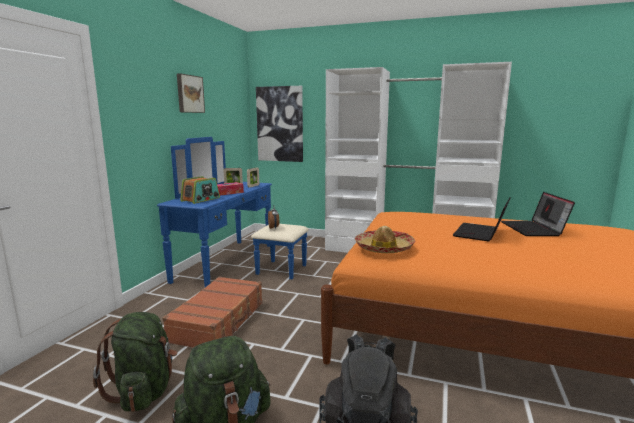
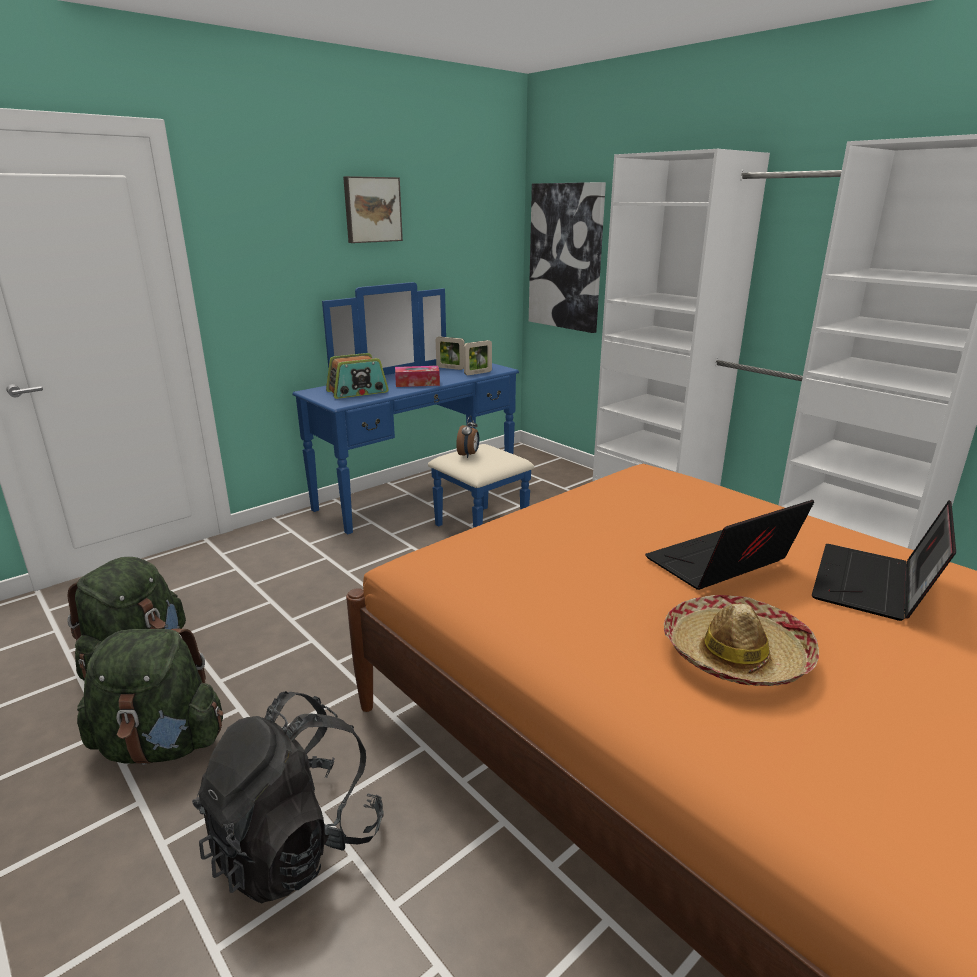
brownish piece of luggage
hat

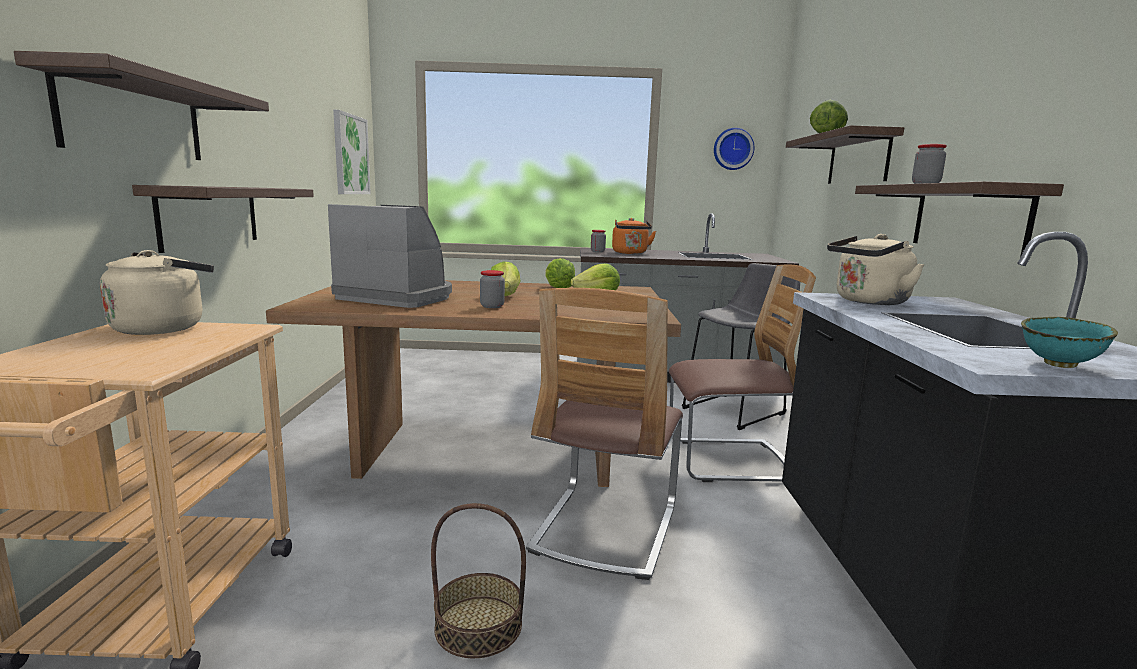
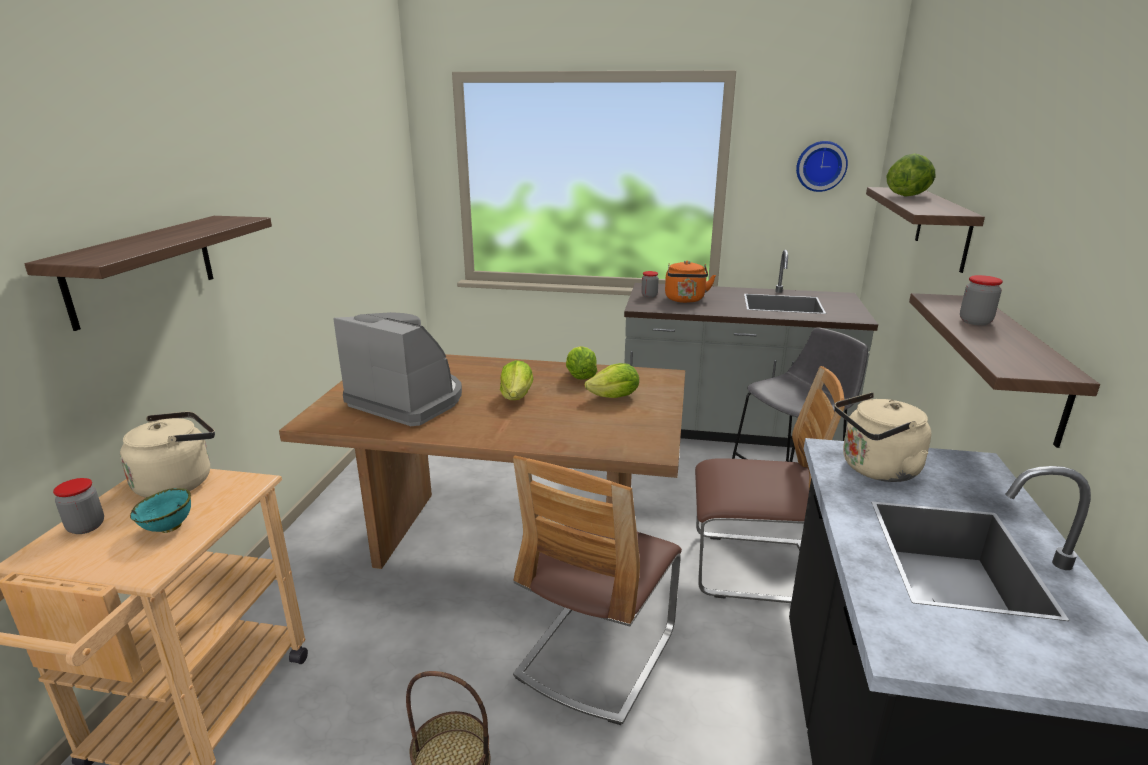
wall shelf (no. 2 from left in the first image)
wall picture
storage jar (no. 1 from left)
blue-green bowl

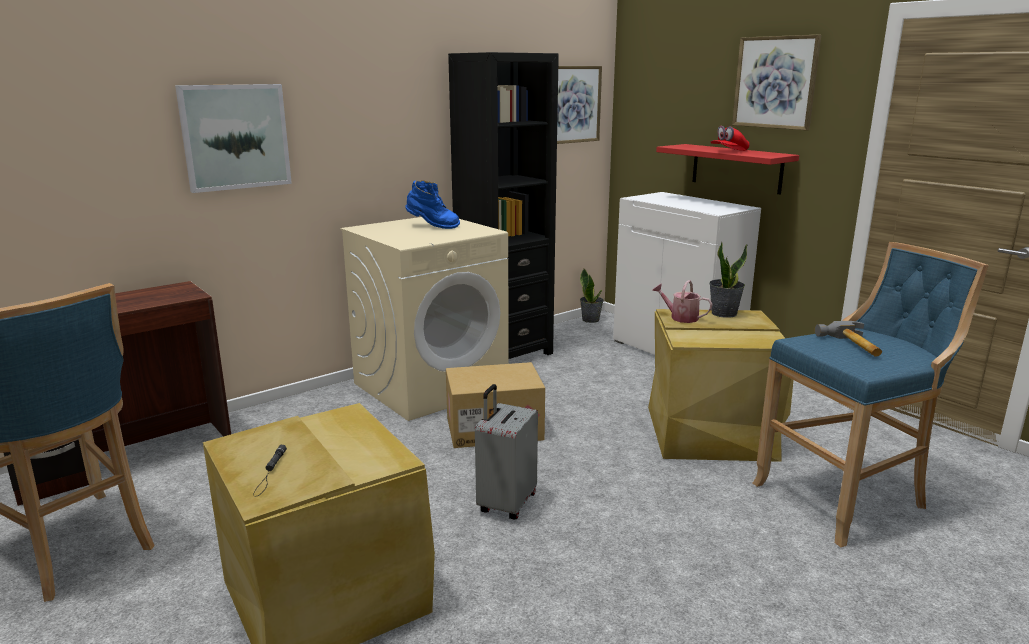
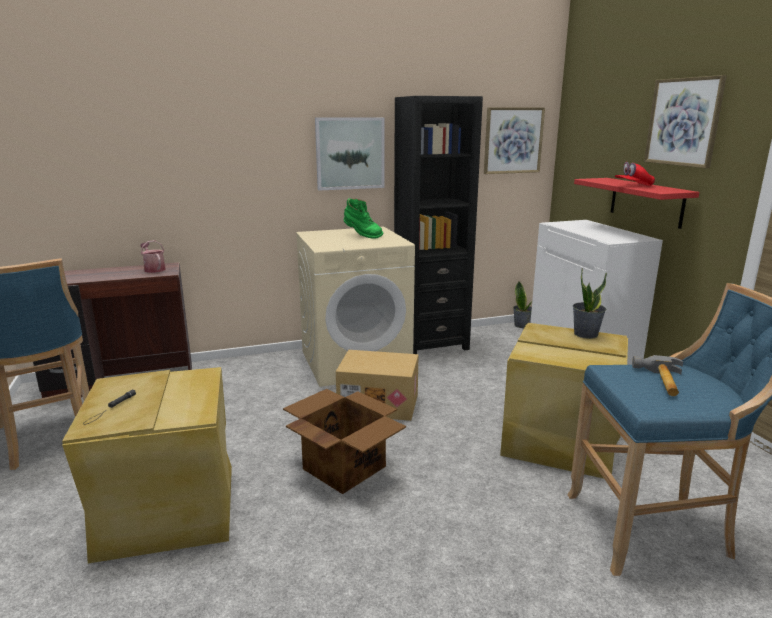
wall picture (no. 1 from left)
greenish tall boot
packing box (no. 1 from left)
watering pot

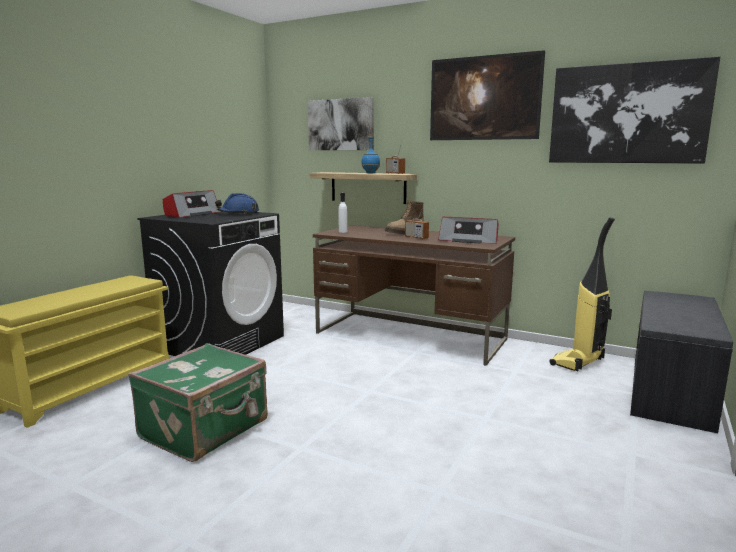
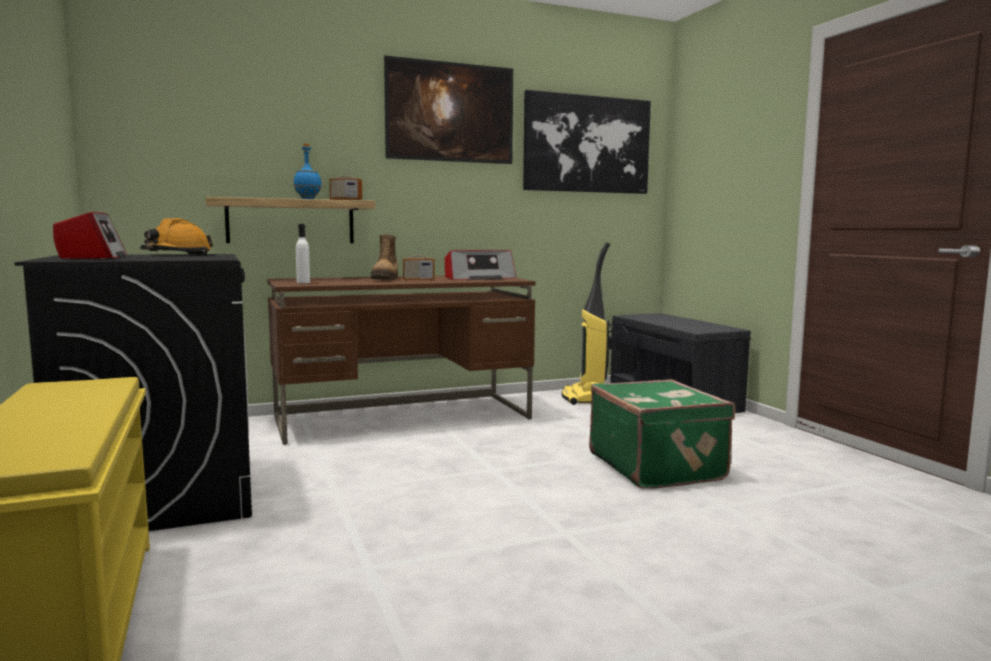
greenish piece of luggage
orange hard hat
wall picture (no. 1 from left in the first image)

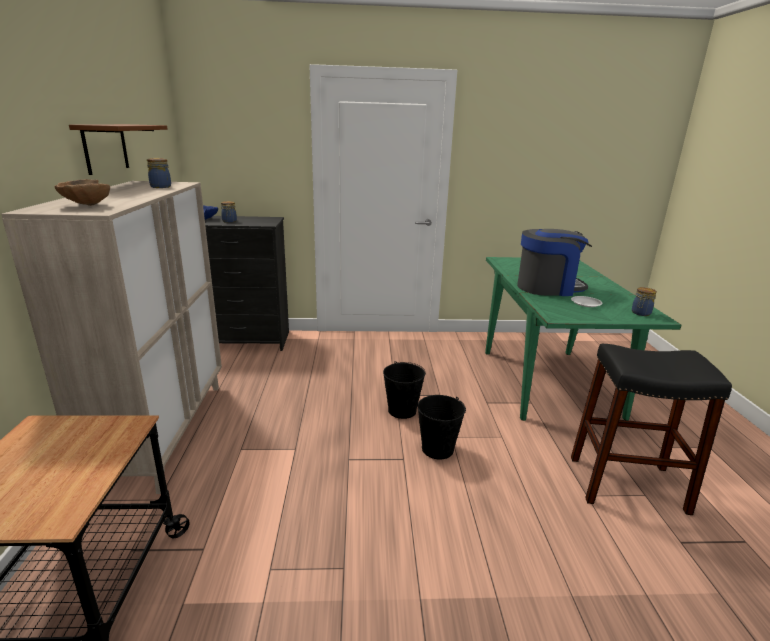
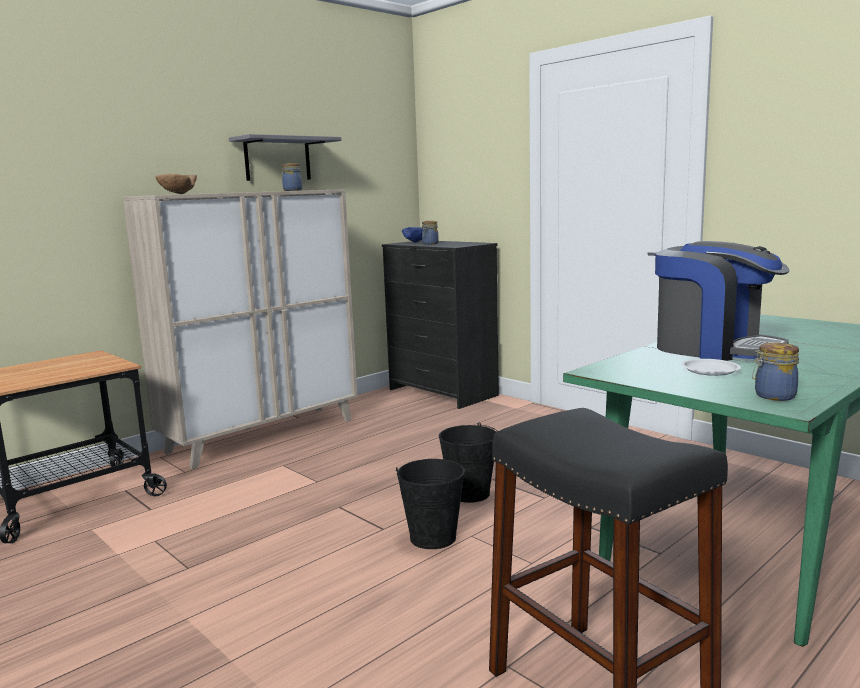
grey wall shelf

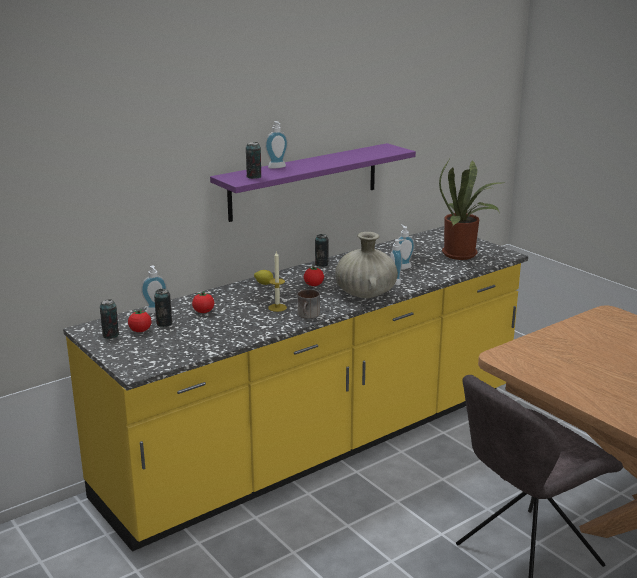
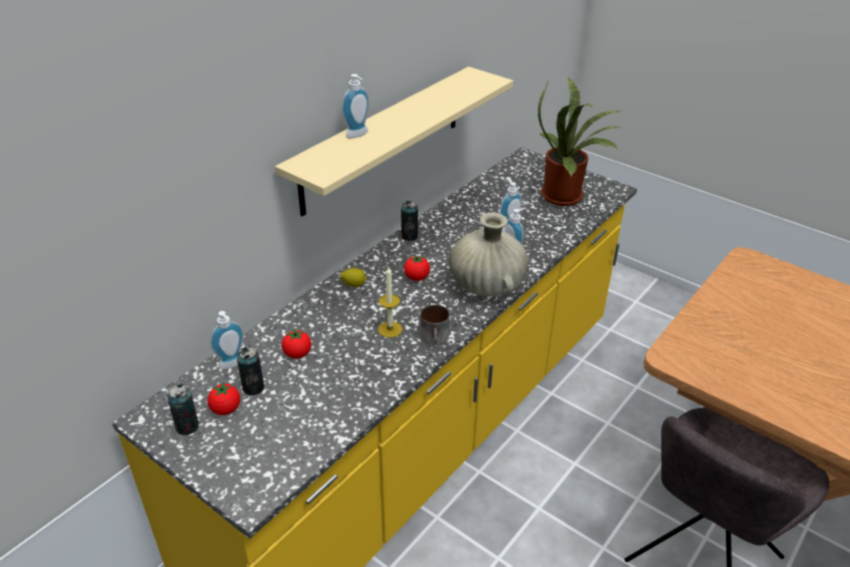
sand-coloured wall shelf
can (no. 3 from left in the first image)

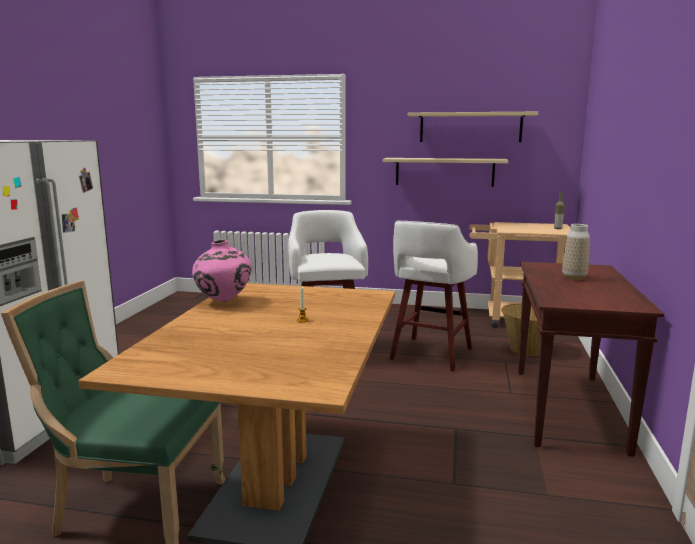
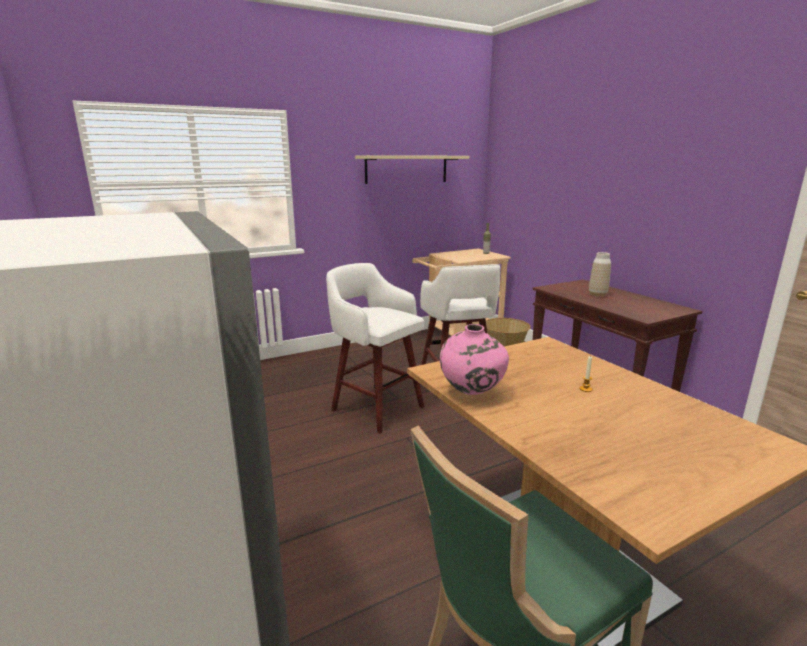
sand-coloured wall shelf (no. 1 from left in the first image)

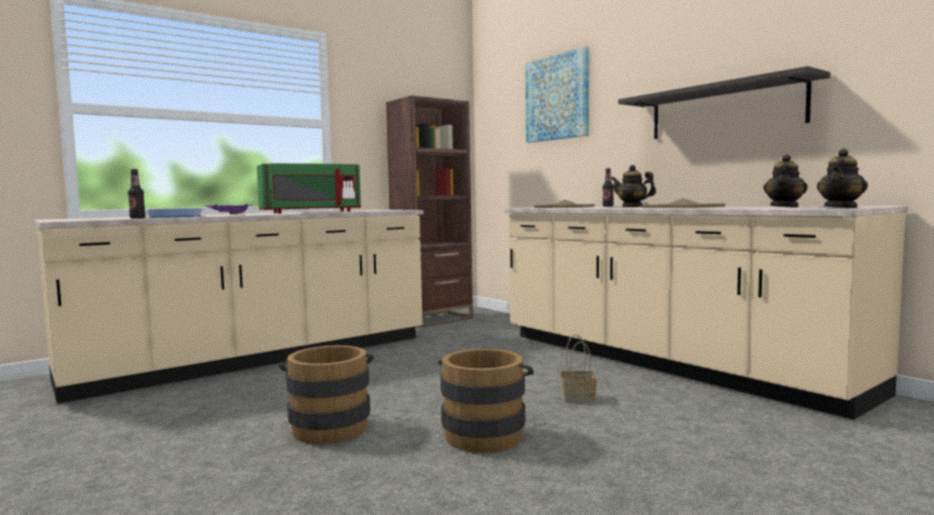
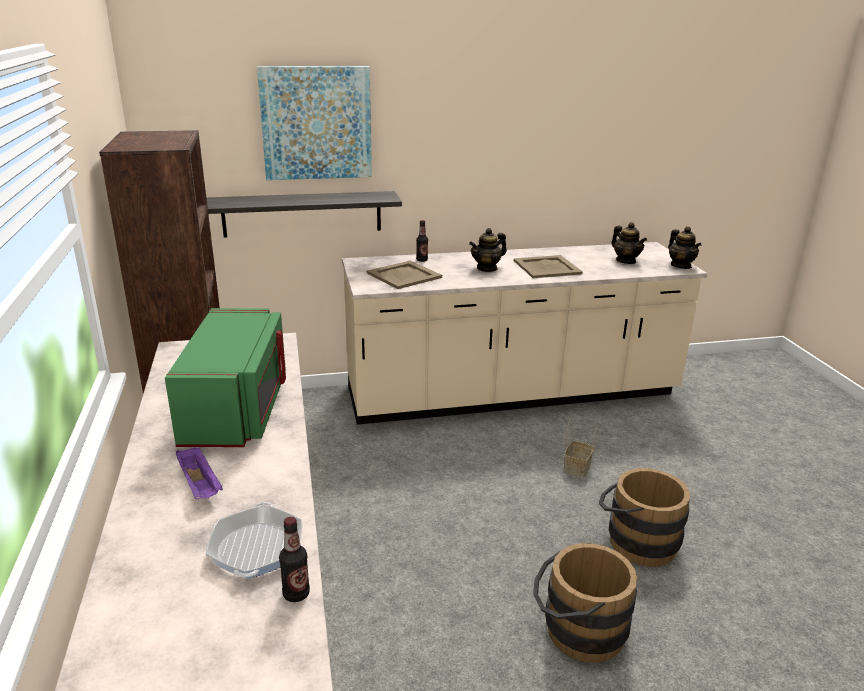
wall shelf

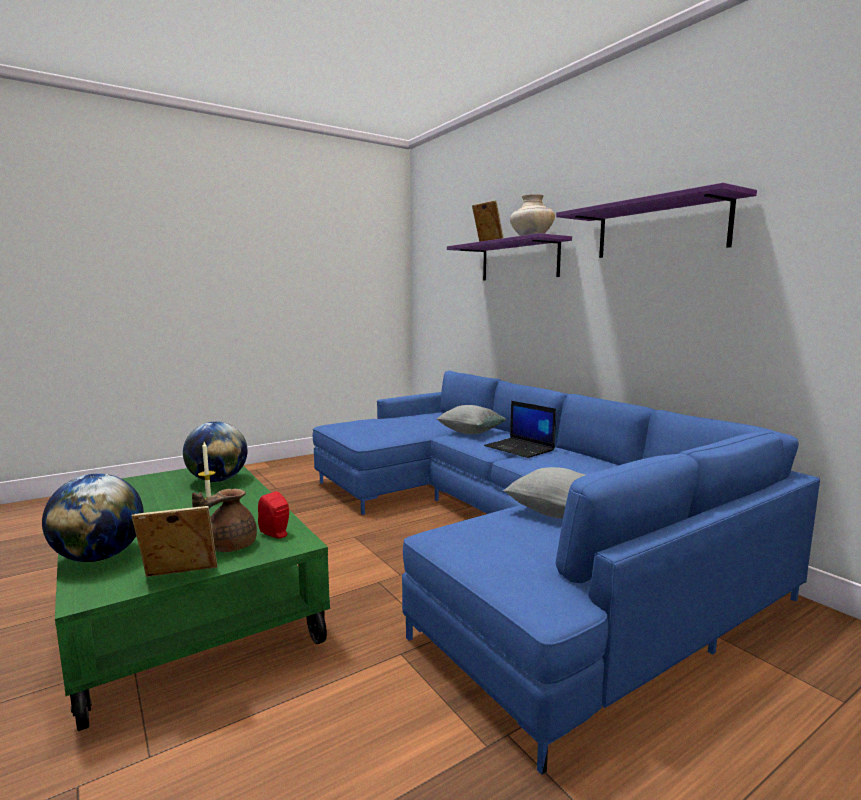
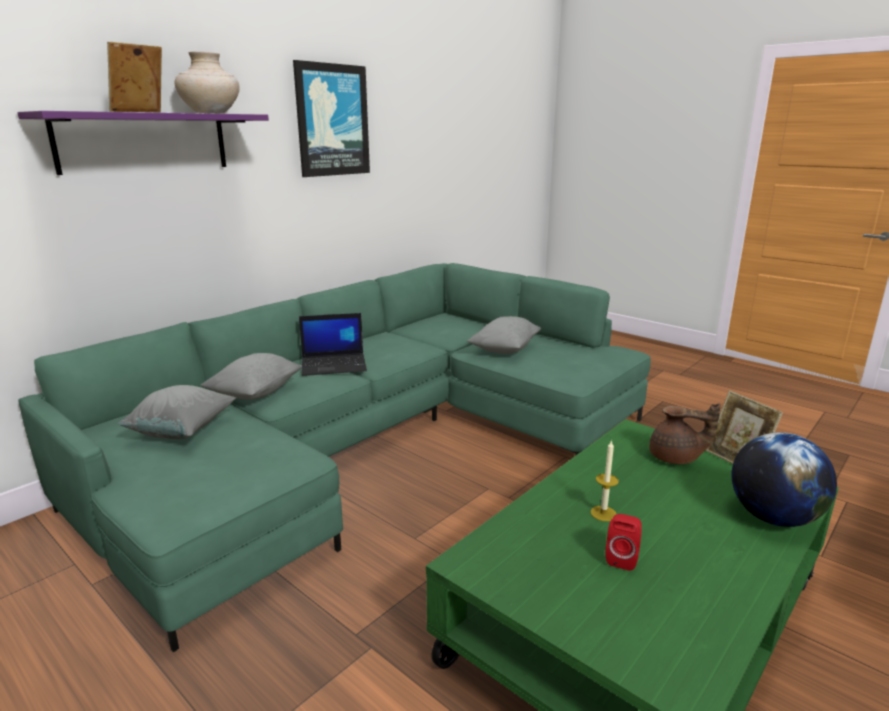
desk globe (no. 2 from left in the first image)
reddish speaker
greenish sofa
notebook computer
wall picture
grey cushion (no. 1 from left)

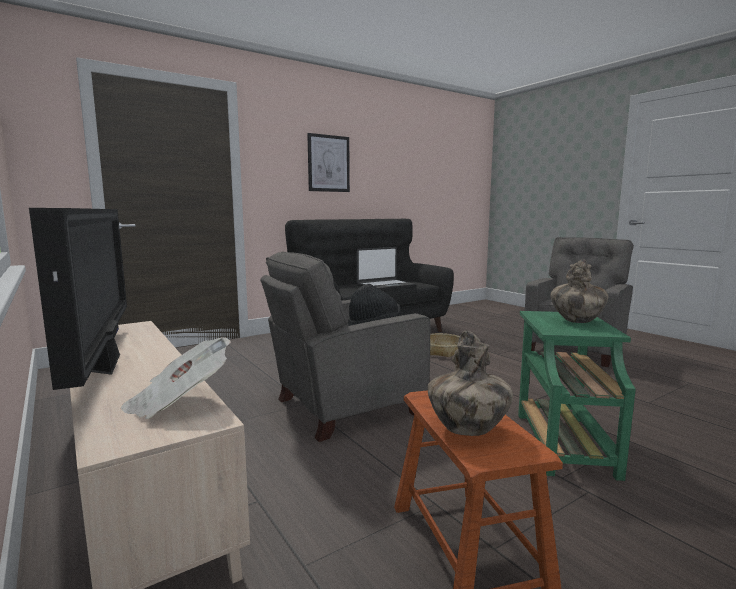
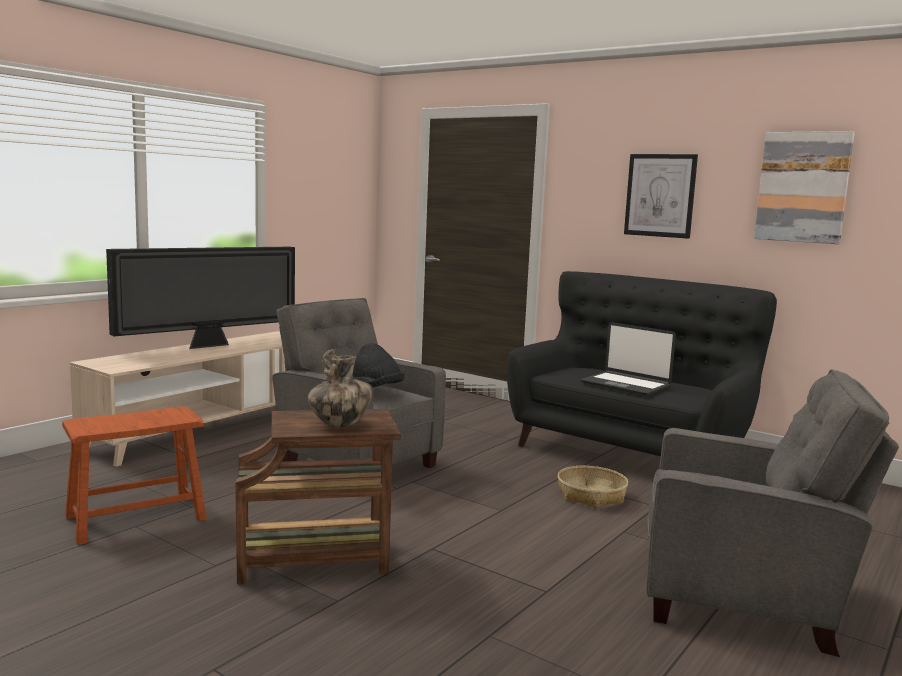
printed paper
decorative vase (no. 1 from left in the first image)
brownish side table
wall picture (no. 2 from left)

